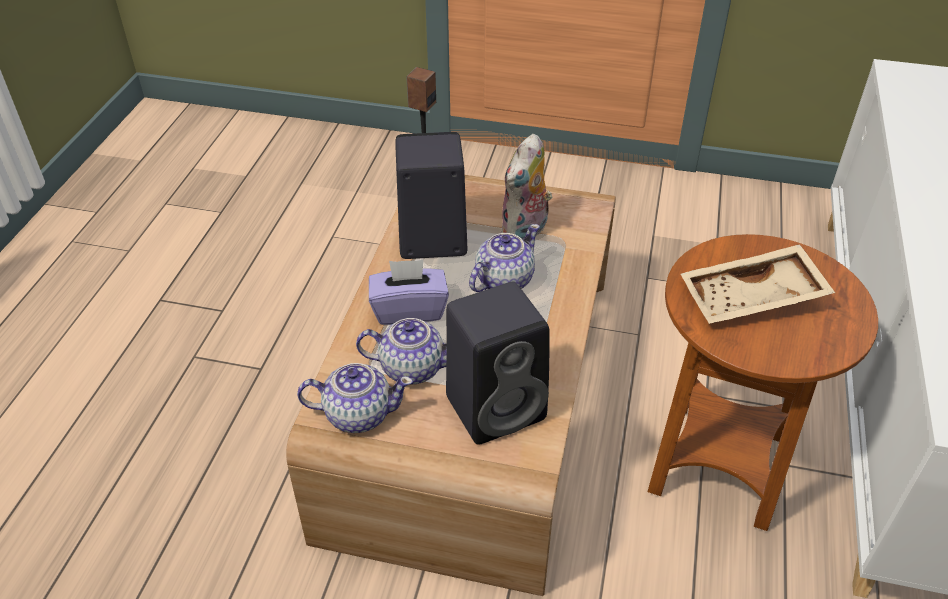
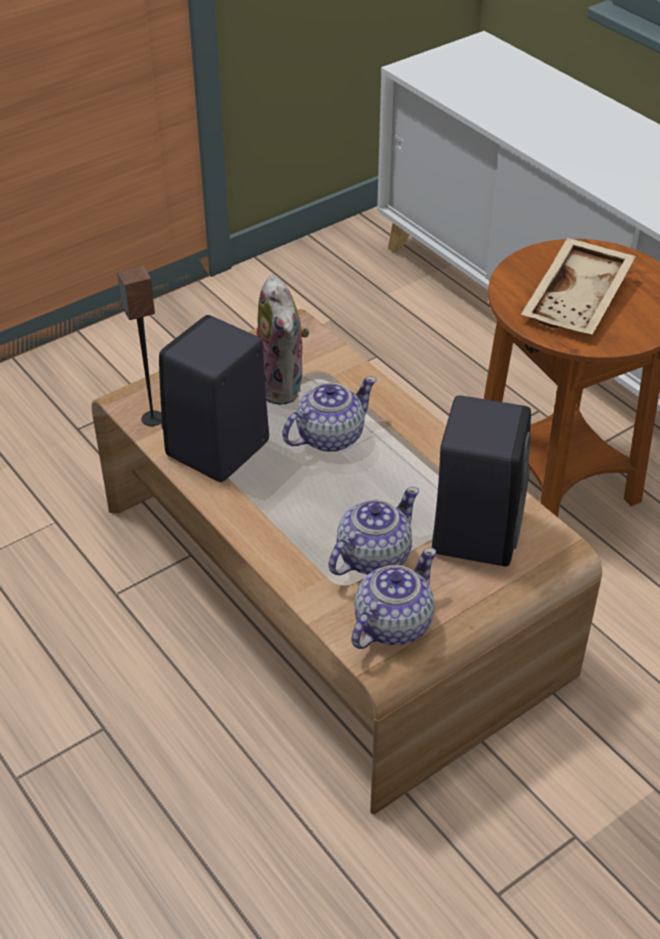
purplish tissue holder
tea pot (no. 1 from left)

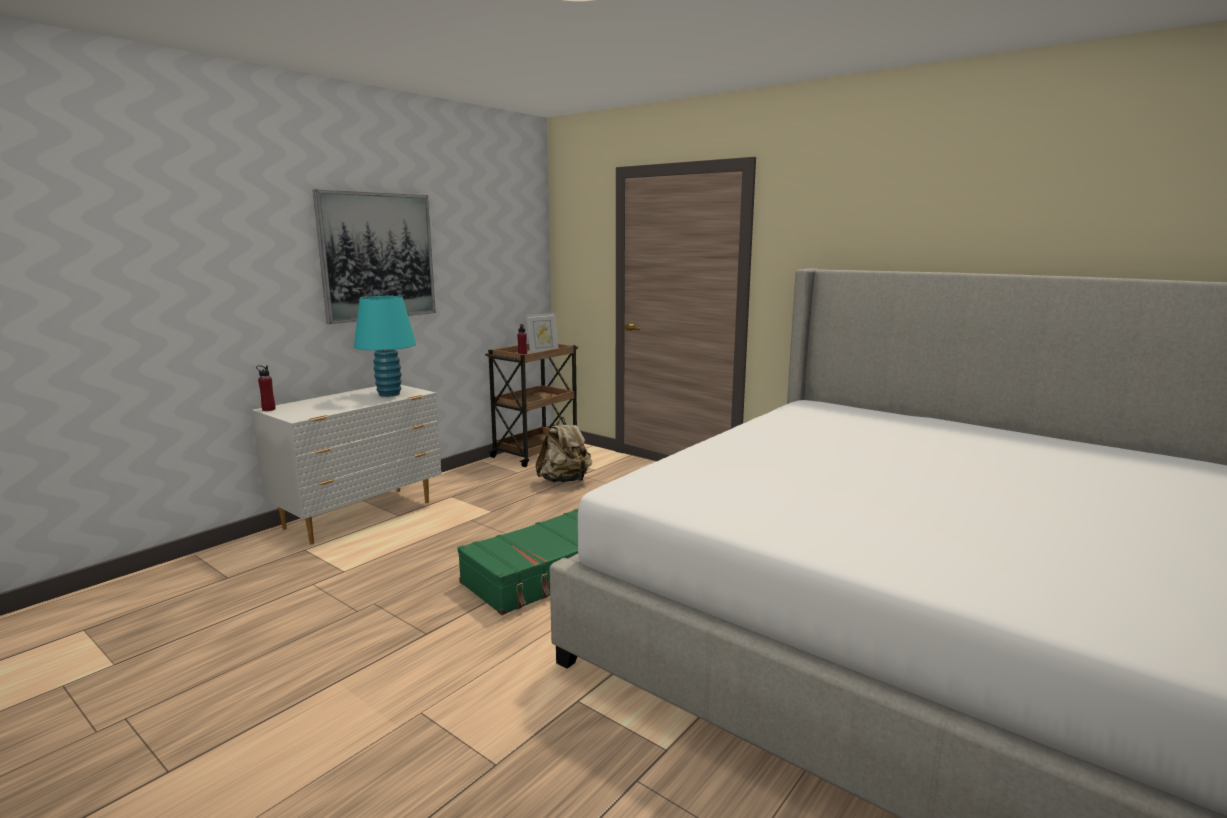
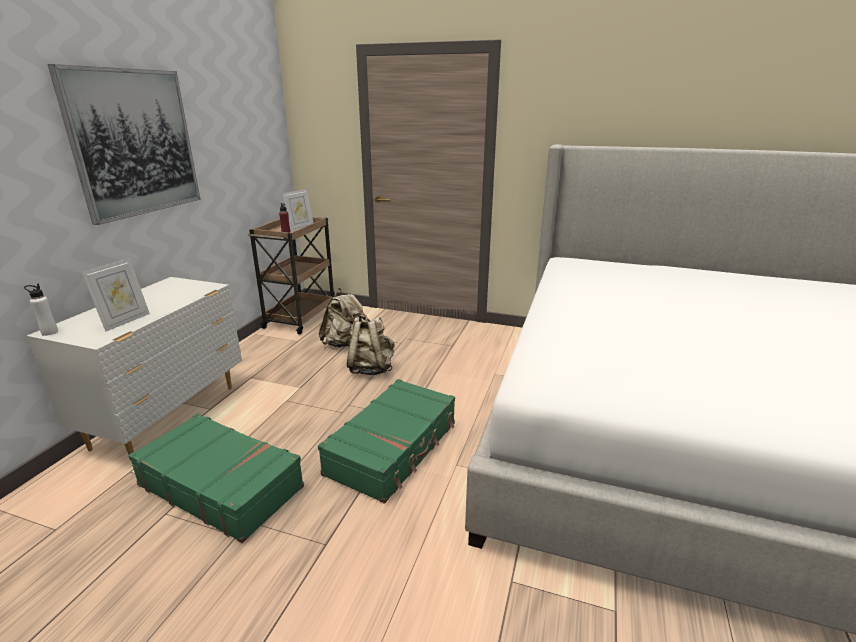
white beverage bottle
blue-green lamp for a table
photo frame (no. 1 from left)
greenish piece of luggage (no. 1 from left)
sand-coloured rucksack (no. 2 from left)

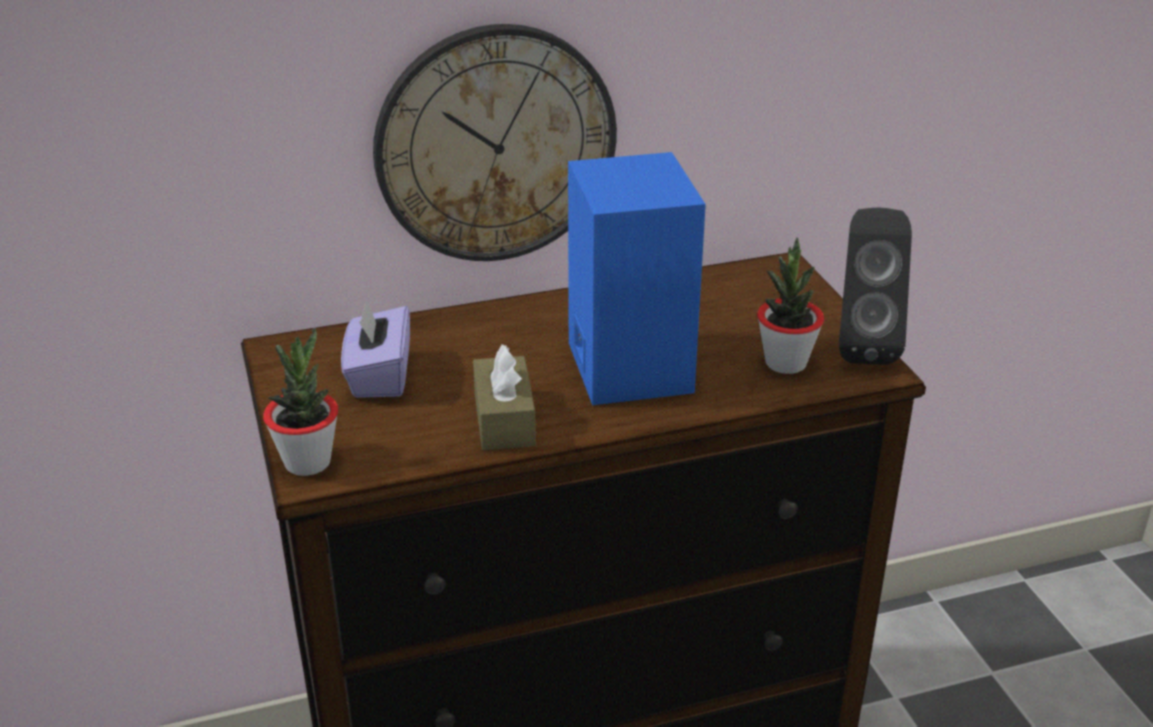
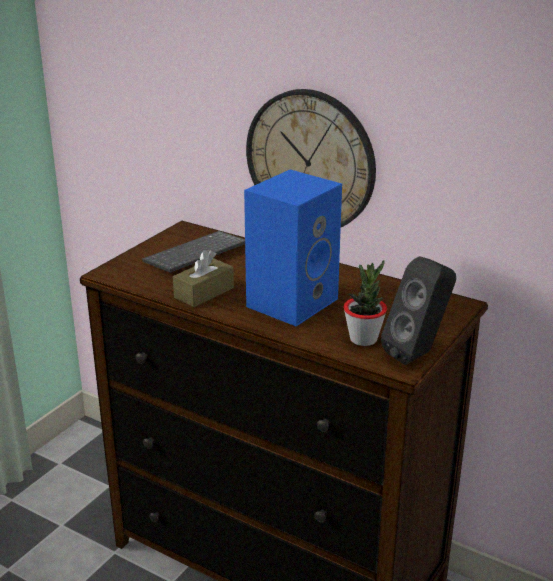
houseplant (no. 1 from left in the first image)
computer keyboard

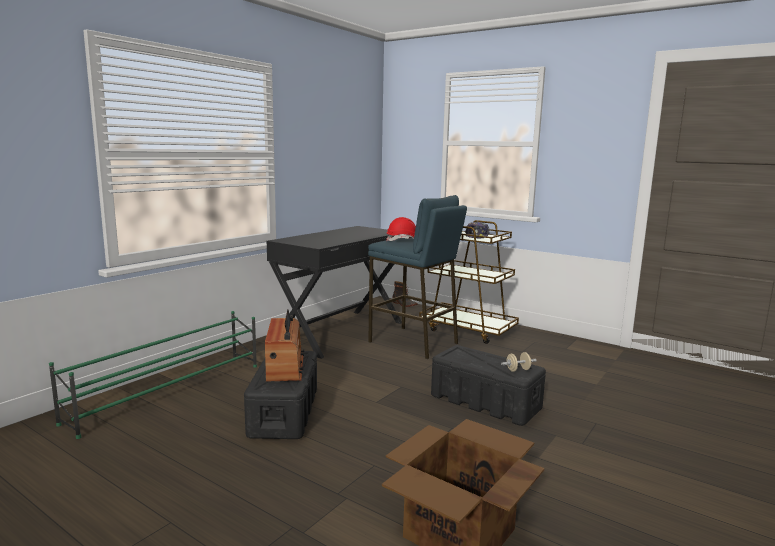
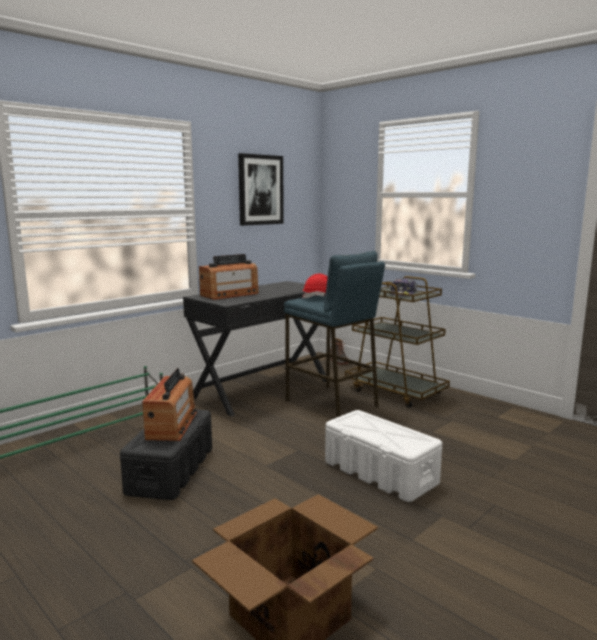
white storage container
sand-coloured hand weight
radio set (no. 2 from left)
wall picture

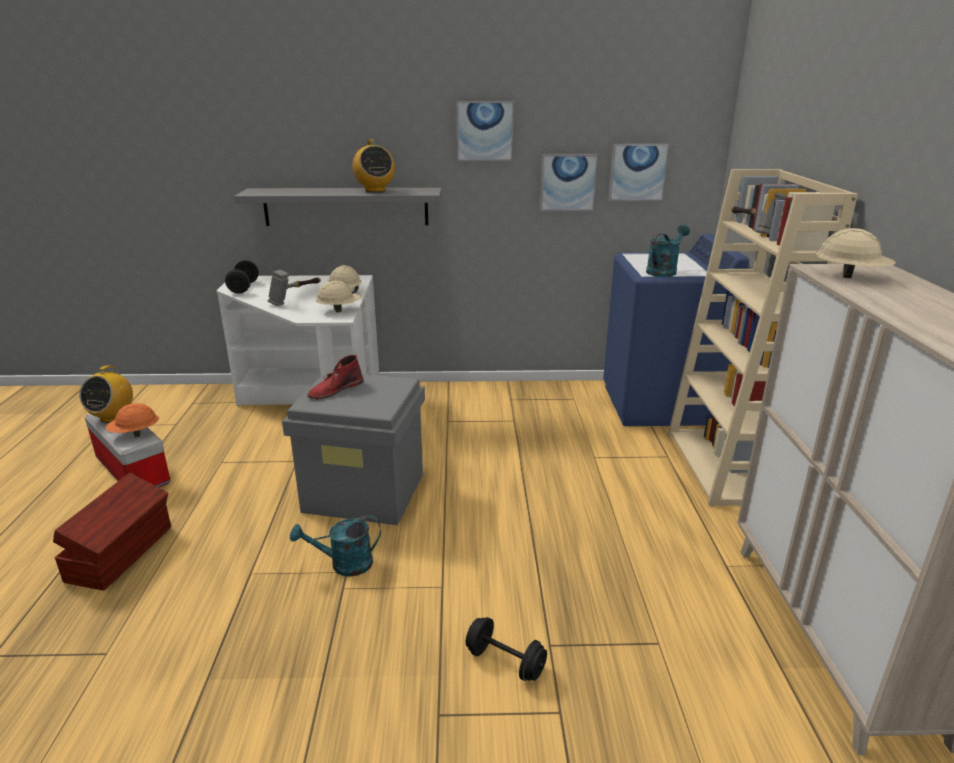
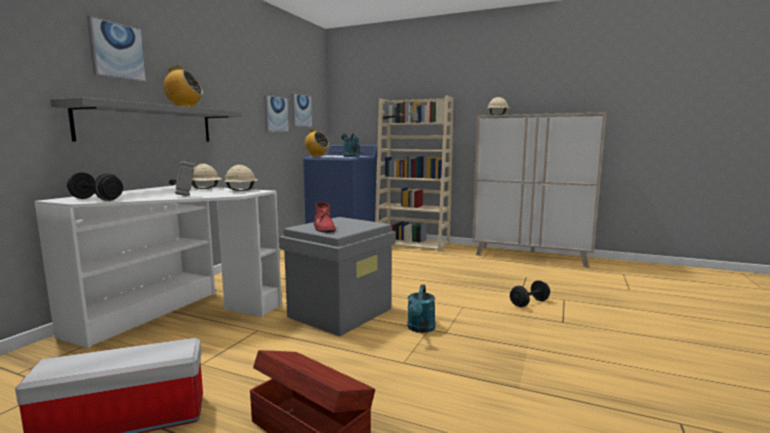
radio set (no. 2 from left)
orange hard hat
wall picture (no. 1 from left)

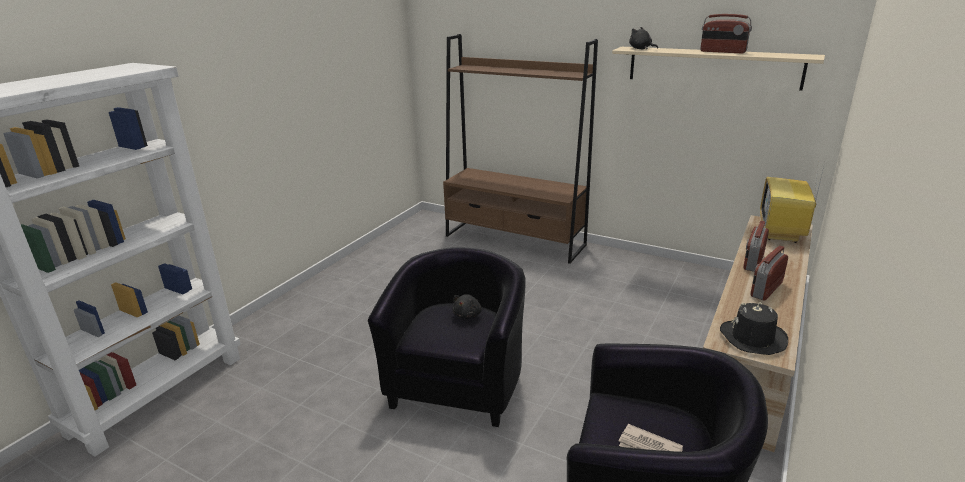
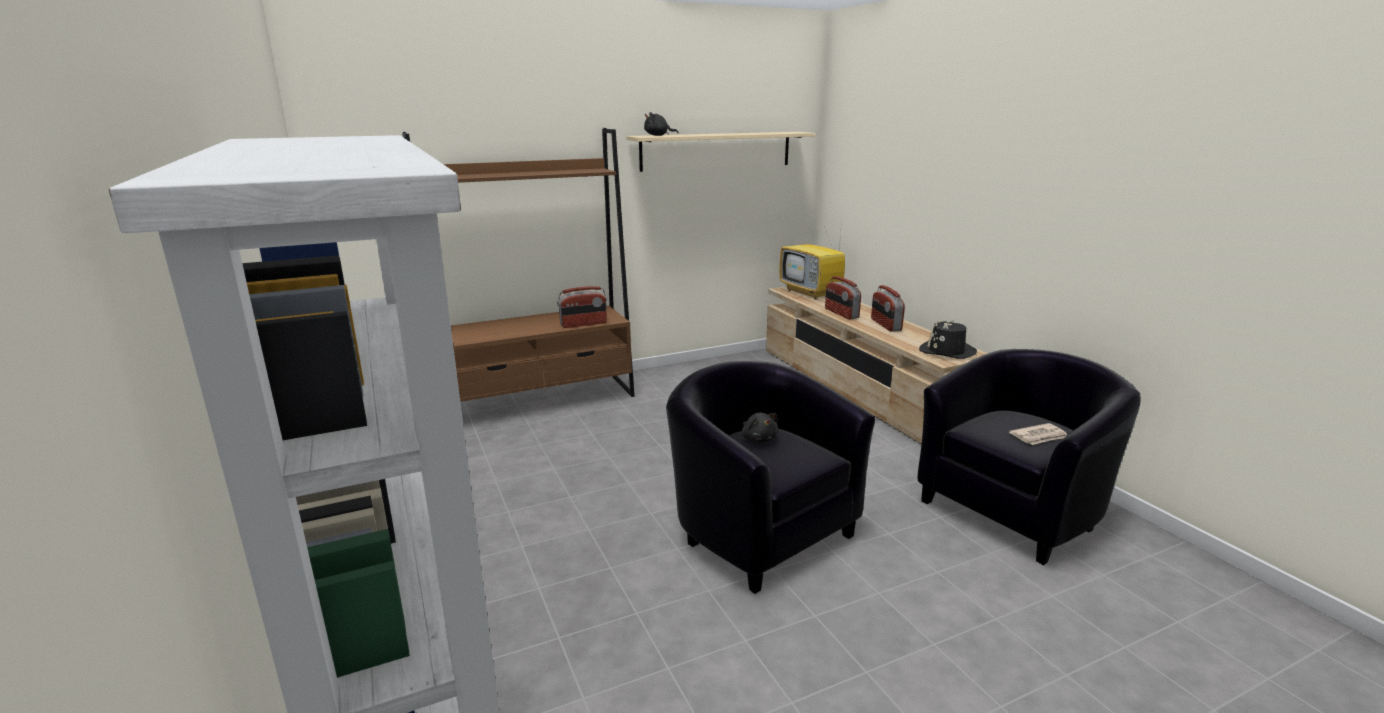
radio set (no. 1 from left)

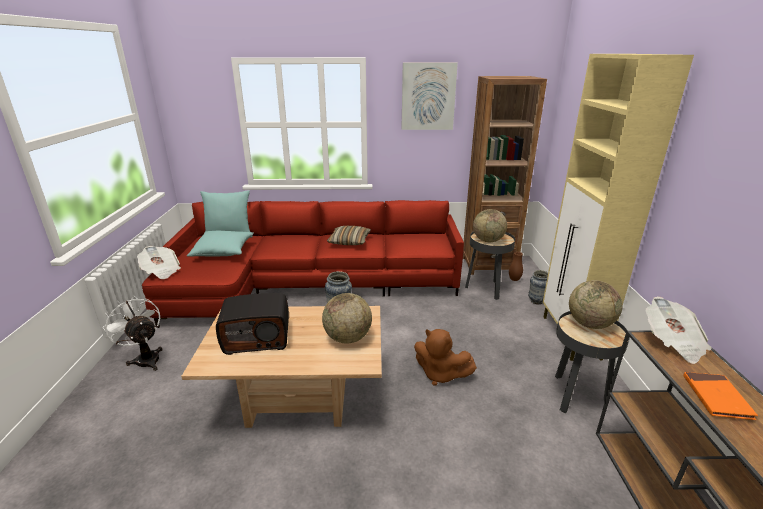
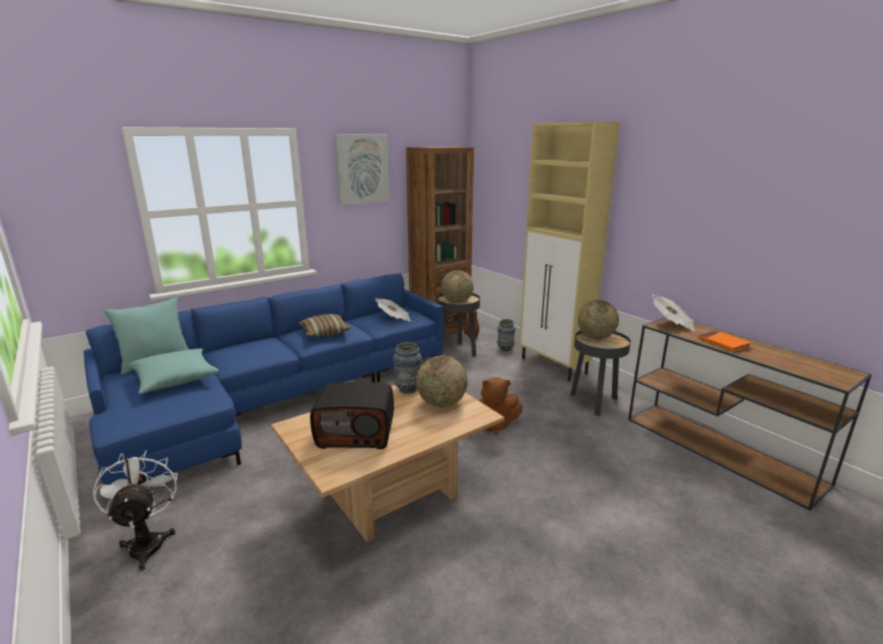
white fan
printed paper (no. 1 from left)
blue sofa
radio set

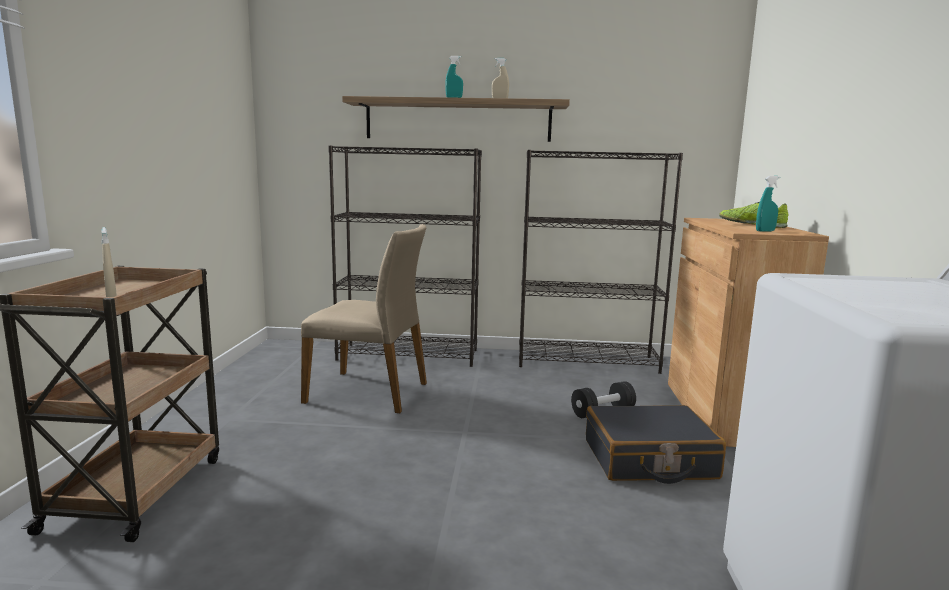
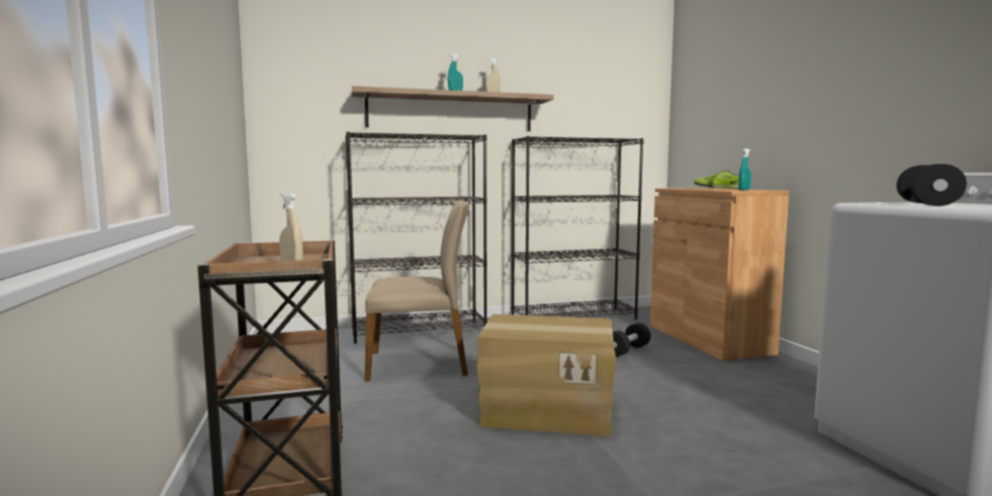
black-coloured piece of luggage
packing box
black-coloured hand weight (no. 2 from left)

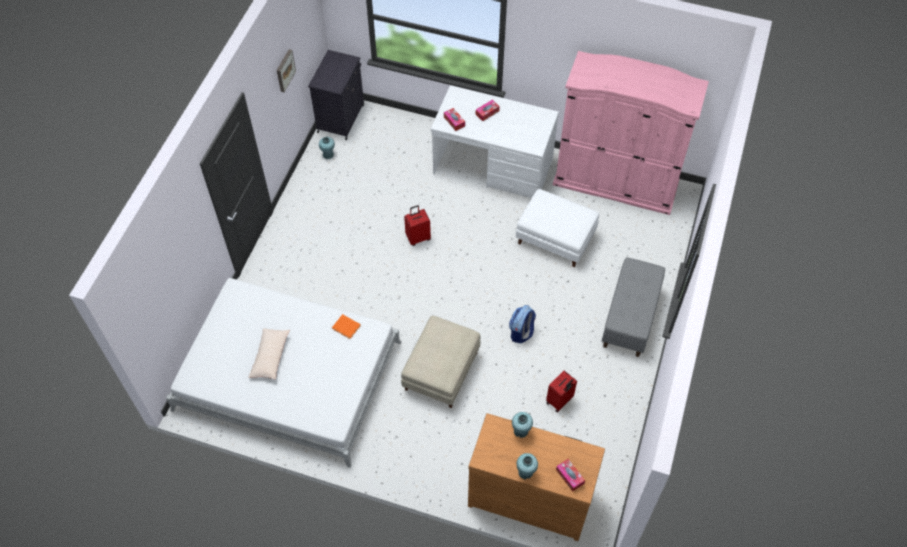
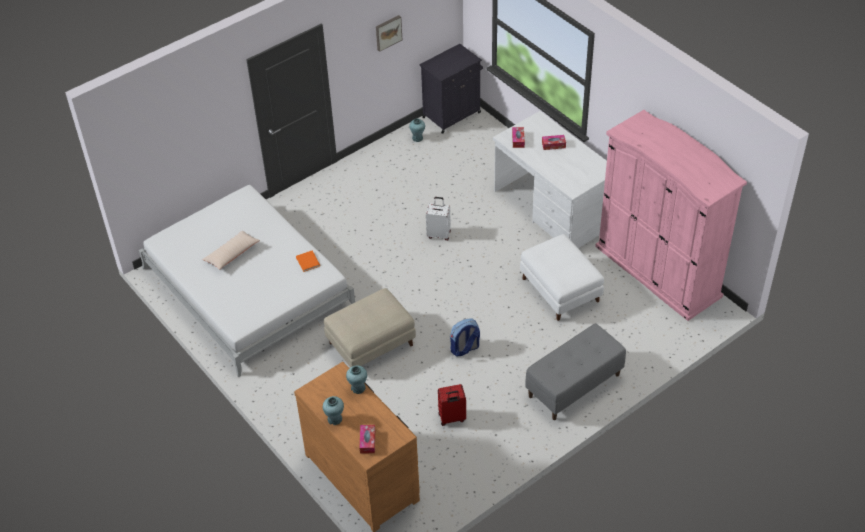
white piece of luggage

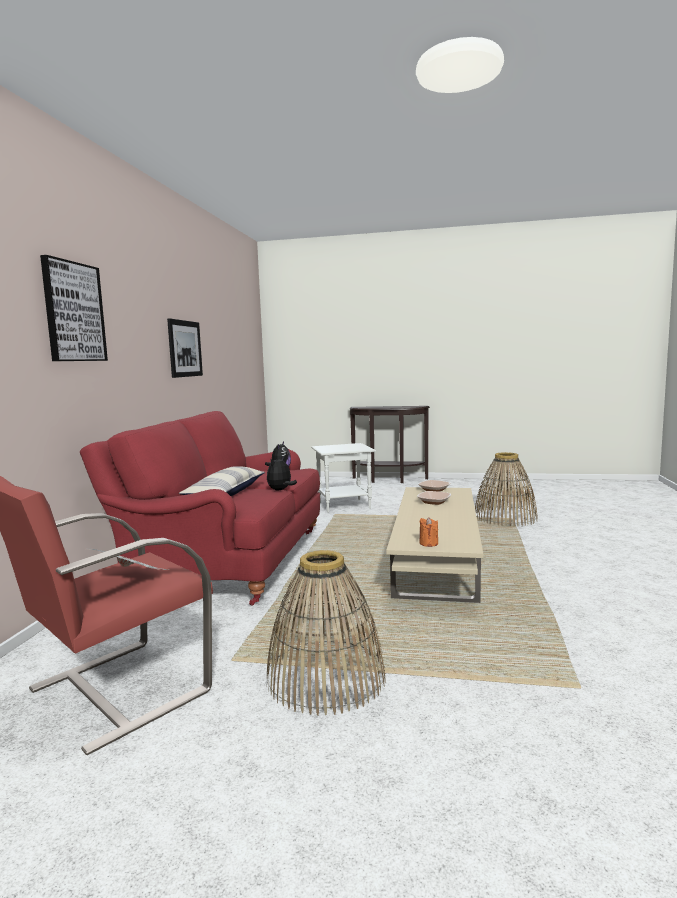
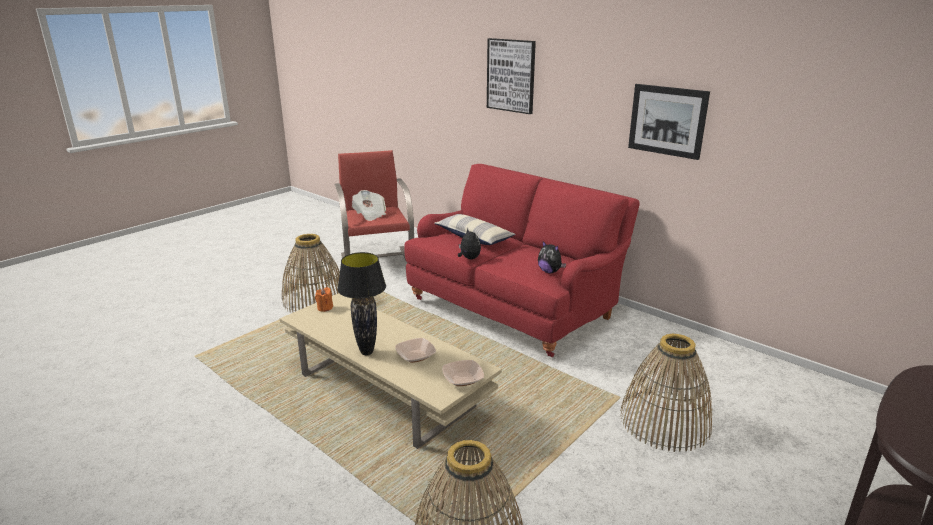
basket (no. 3 from left)
black-coloured lamp for a table

